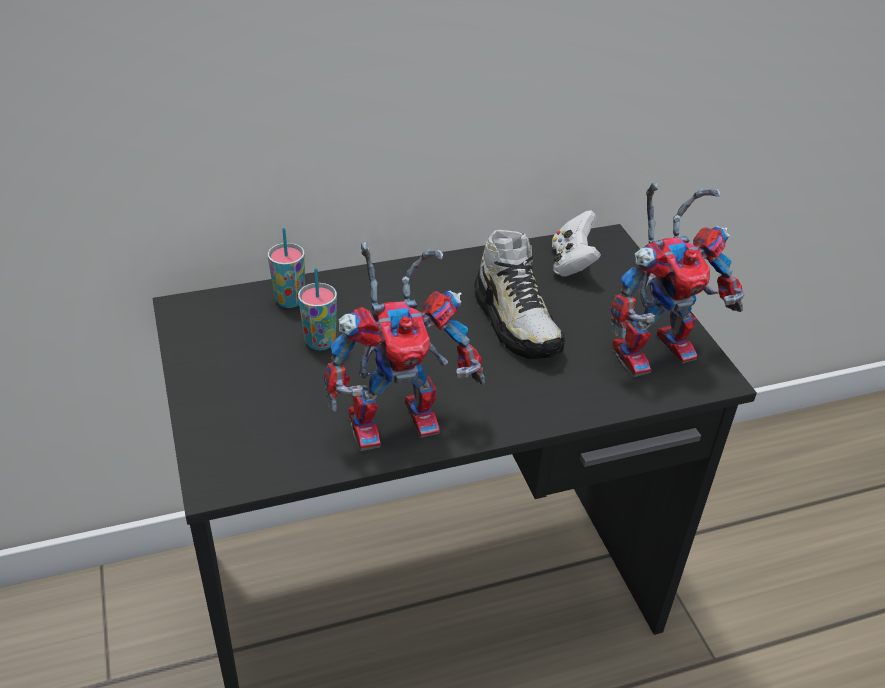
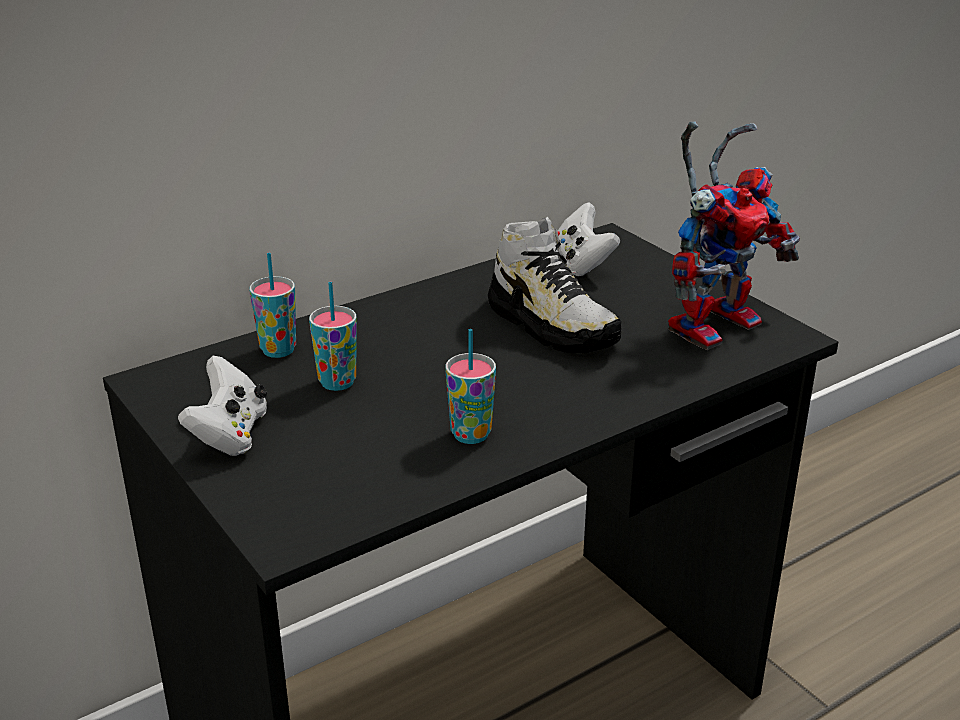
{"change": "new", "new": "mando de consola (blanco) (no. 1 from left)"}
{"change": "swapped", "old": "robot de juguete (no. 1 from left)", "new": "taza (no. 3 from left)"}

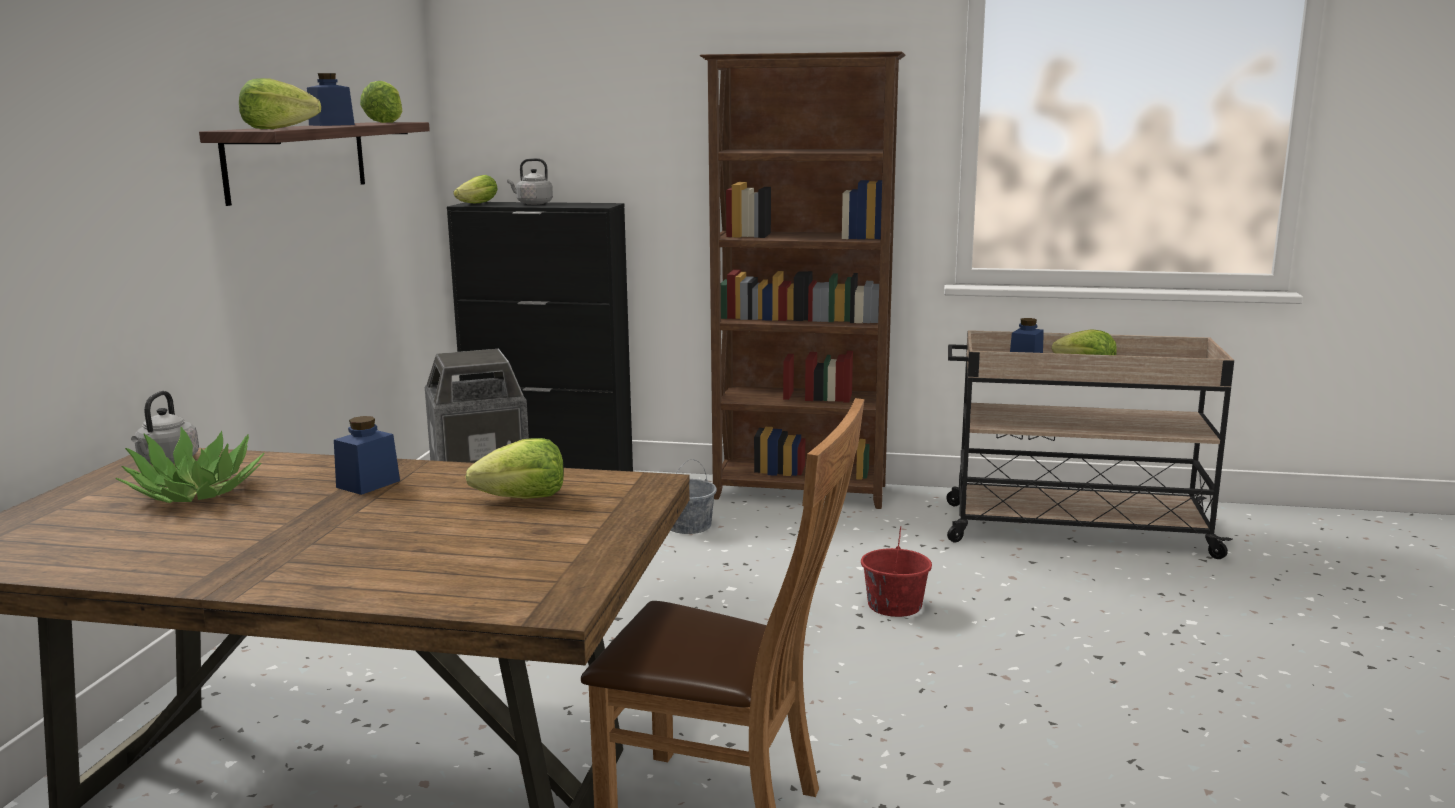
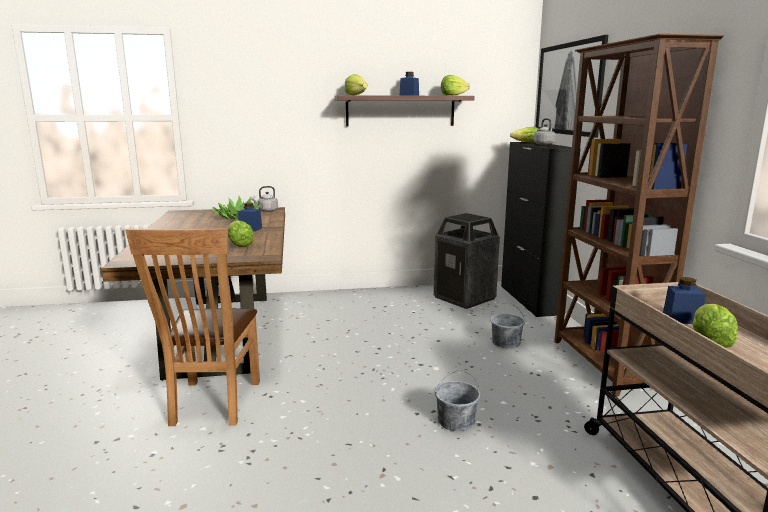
{"change": "new", "new": "cuadro"}
{"change": "repainted", "old": "cubo (rojo)", "new": "cubo (gris) (no. 1 from left)"}

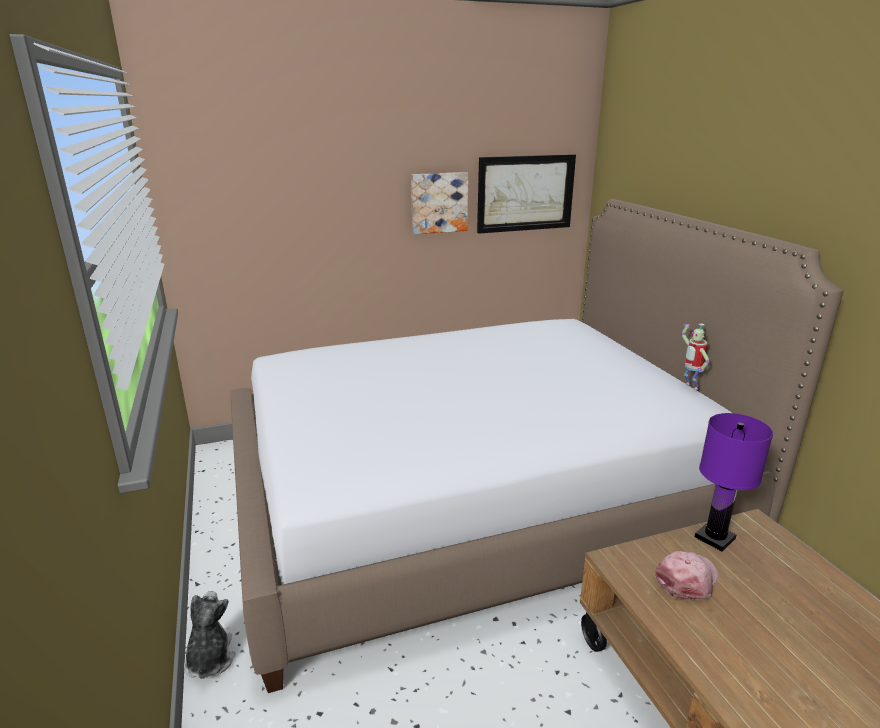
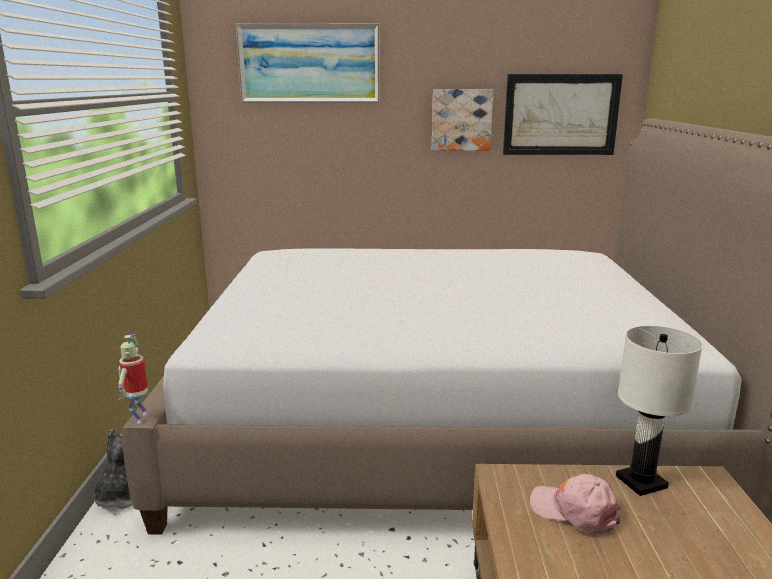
{"change": "new", "new": "cuadro (no. 1 from left)"}
{"change": "shifted", "old": "robot de juguete"}
{"change": "repainted", "old": "lámpara de mesa (morado)", "new": "lámpara de mesa (blanco)"}
{"change": "rotated", "old": "gorra (rosa)", "degrees": -120}

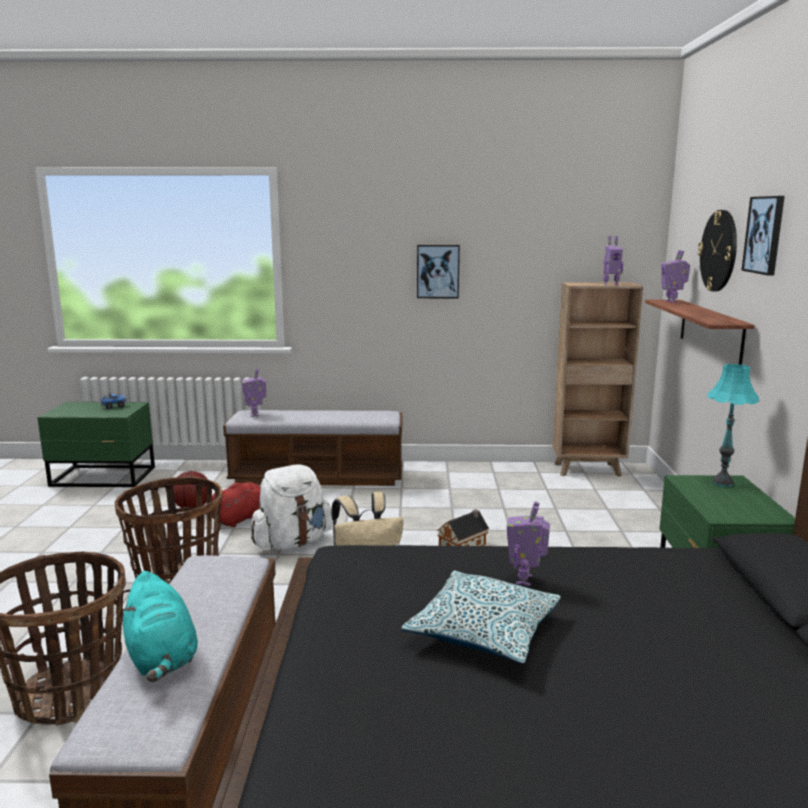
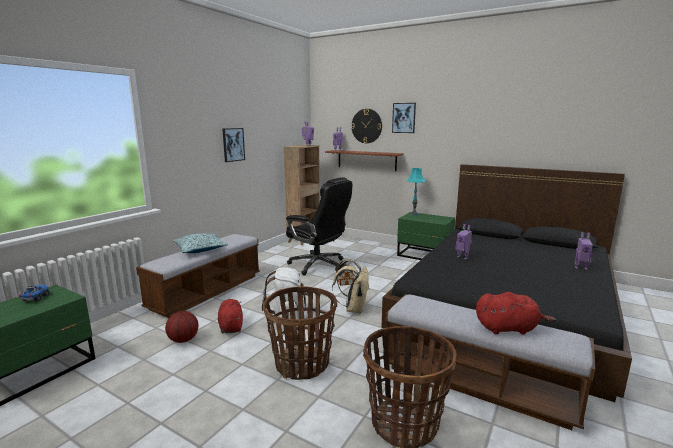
{"change": "new", "new": "silla de oficina (negro)"}
{"change": "shifted", "old": "robot de juguete (no. 1 from left in the first image)", "new": "robot de juguete (no. 4 from left)"}
{"change": "shifted", "old": "cojín"}
{"change": "repainted", "old": "peluche (turquesa)", "new": "peluche (rojo) (no. 2 from left)"}

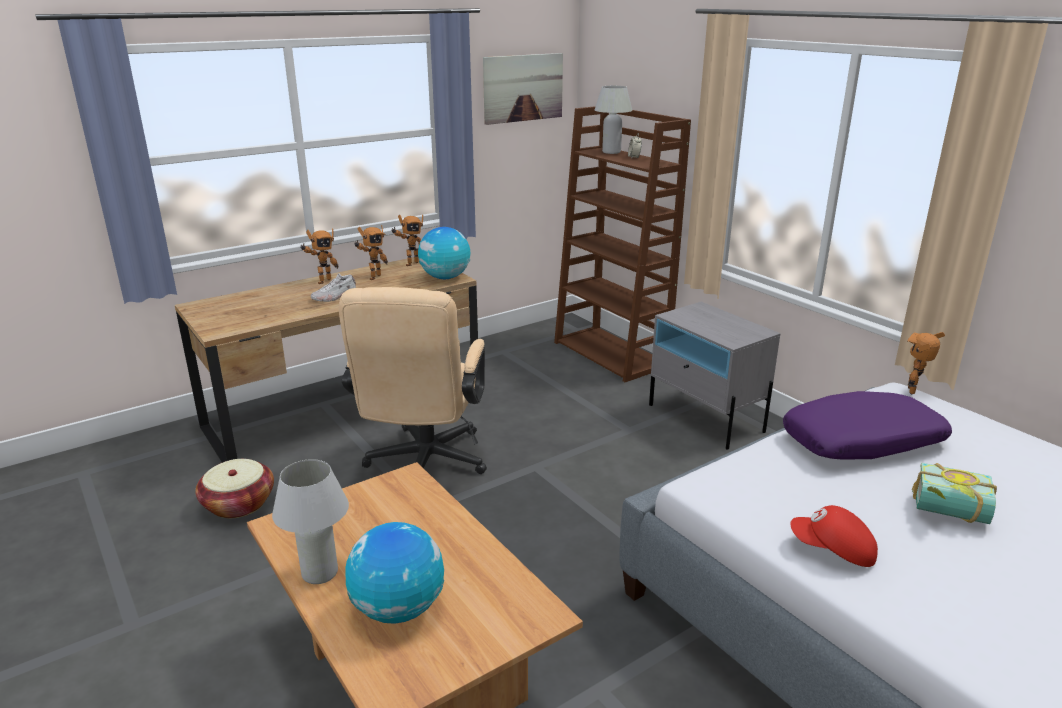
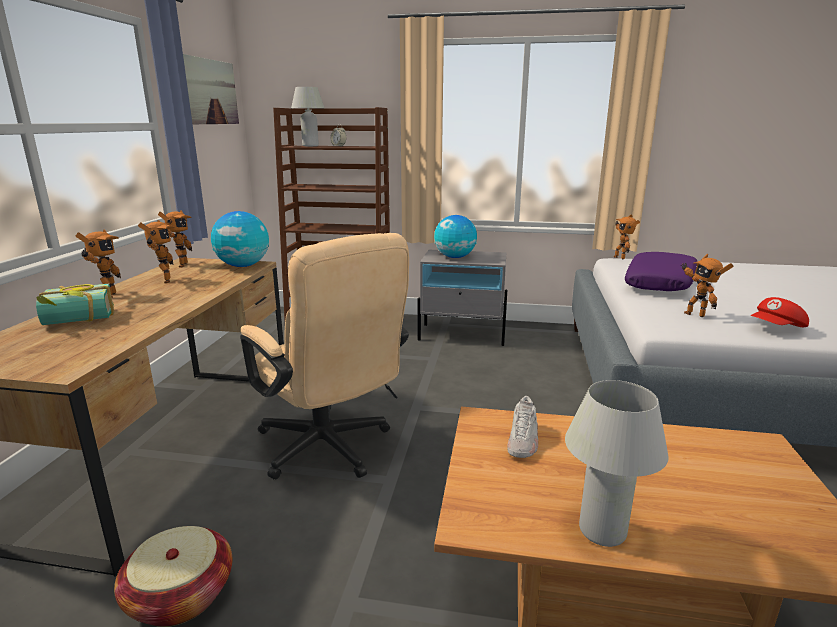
{"change": "new", "new": "robot de juguete (no. 5 from left)"}
{"change": "shifted", "old": "zapato (blanco)"}
{"change": "shifted", "old": "globo terráqueo (no. 1 from left in the first image)", "new": "globo terráqueo (no. 2 from left)"}
{"change": "shifted", "old": "libro"}

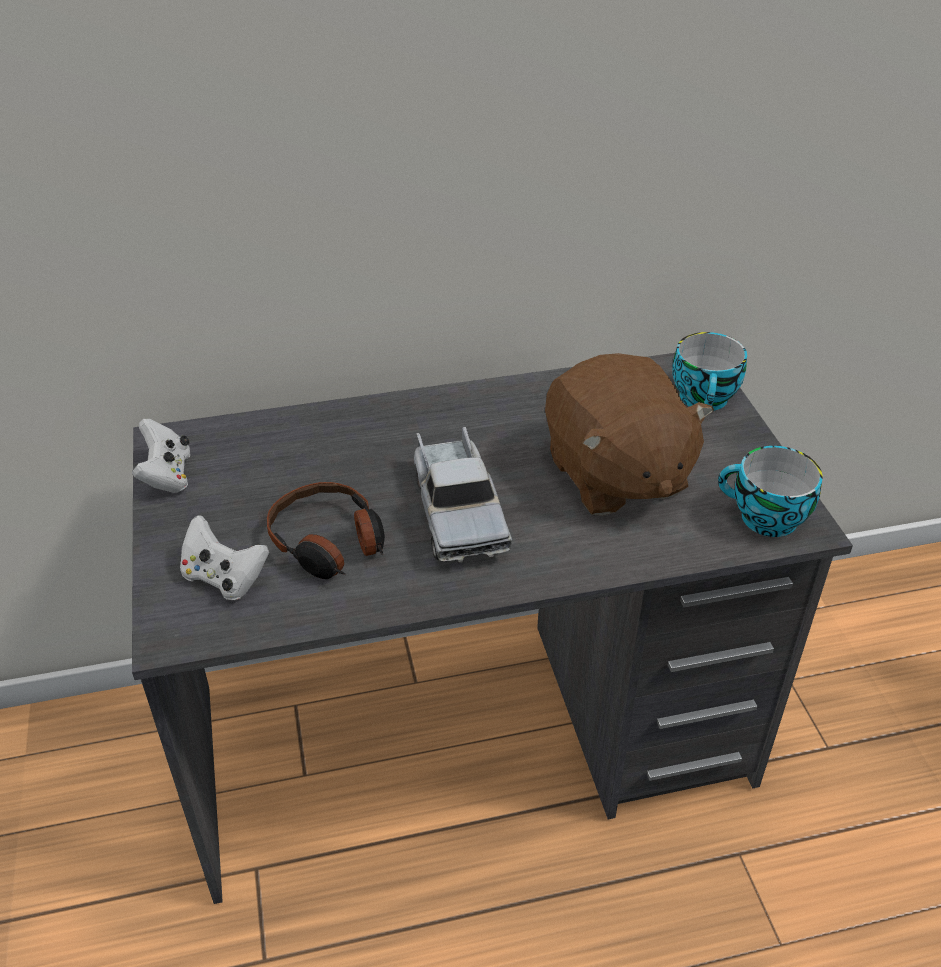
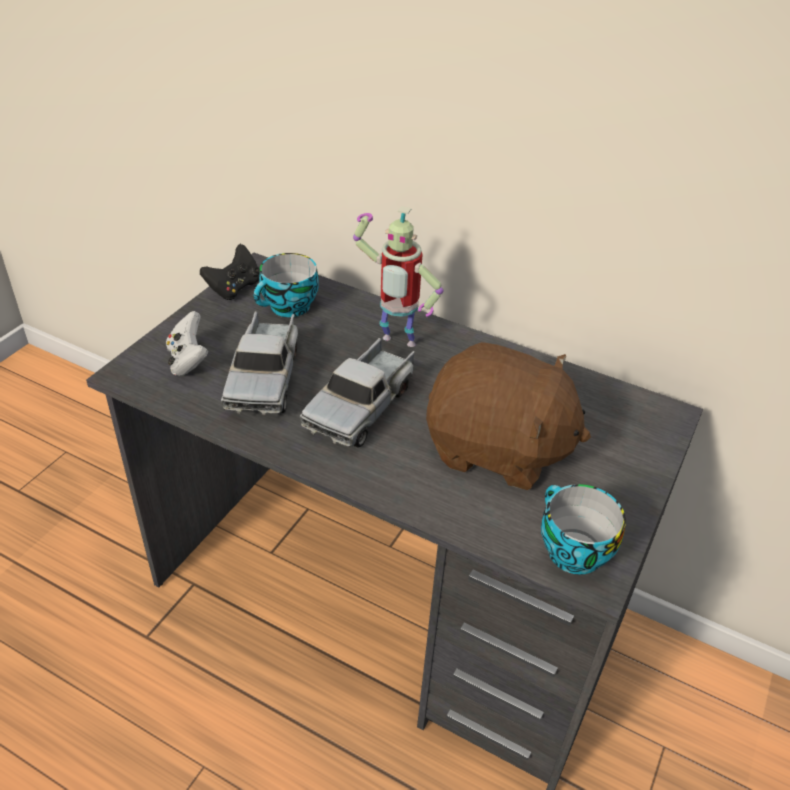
{"change": "new", "new": "robot de juguete"}
{"change": "shifted", "old": "taza (no. 1 from left)"}
{"change": "swapped", "old": "auriculares", "new": "camión de juguete (no. 1 from left)"}
{"change": "repainted", "old": "mando de consola (blanco) (no. 1 from left)", "new": "mando de consola (negro)"}
{"change": "rotated", "old": "peluche (marrón)", "degrees": -90}

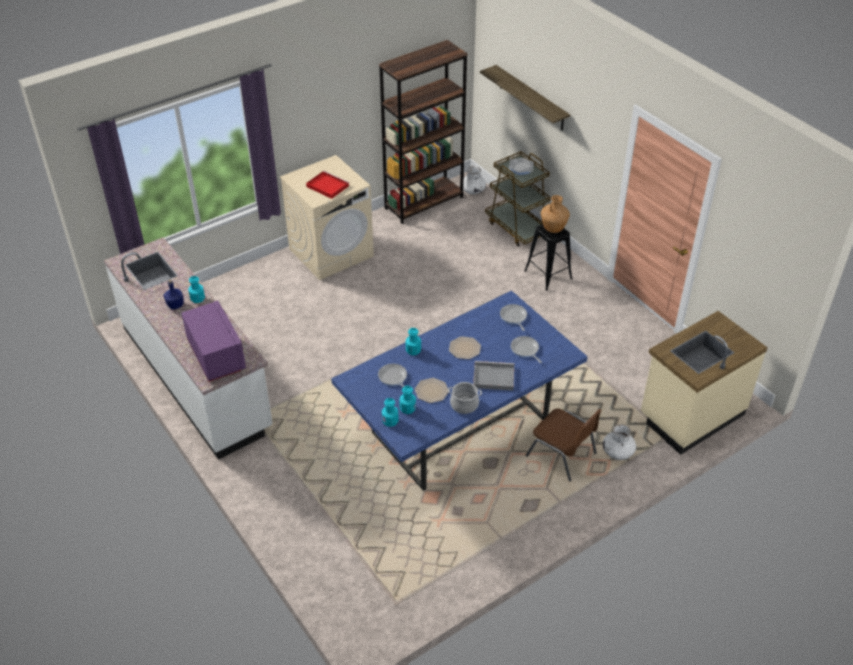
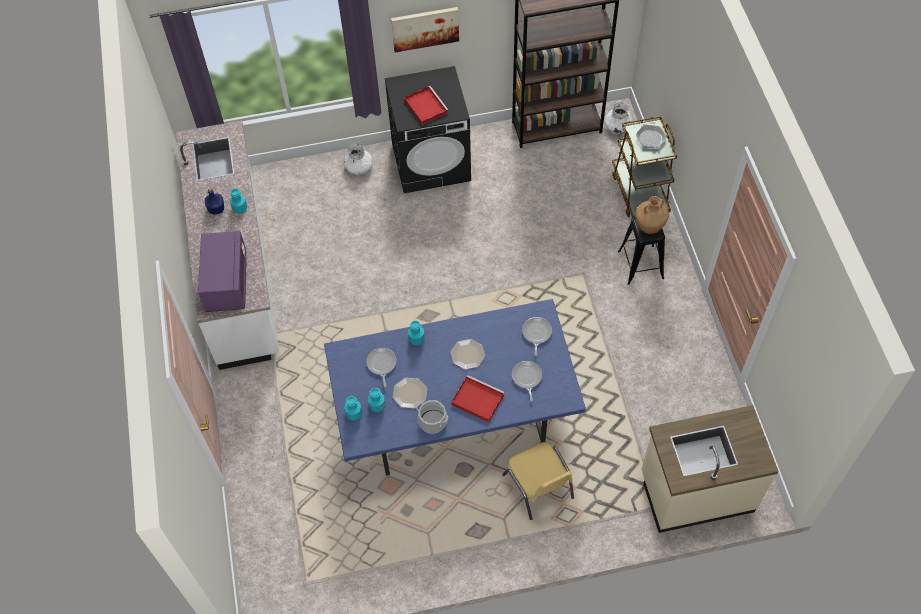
{"change": "gone", "old": "estante"}
{"change": "new", "new": "cuadro"}
{"change": "shifted", "old": "florero (blanco) (no. 2 from left in the first image)", "new": "florero (blanco) (no. 1 from left)"}
{"change": "repainted", "old": "lavadora (beis)", "new": "lavadora (negro)"}
{"change": "repainted", "old": "bandeja (gris)", "new": "bandeja (rojo) (no. 2 from left)"}
{"change": "repainted", "old": "silla (marrón)", "new": "silla (amarillo)"}

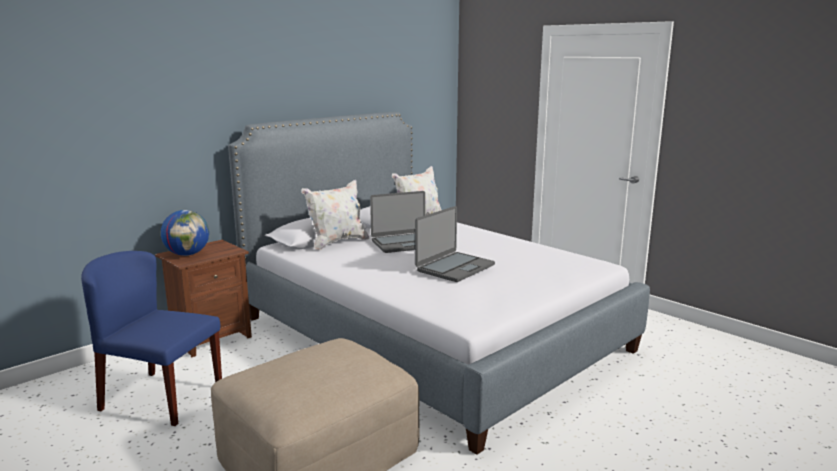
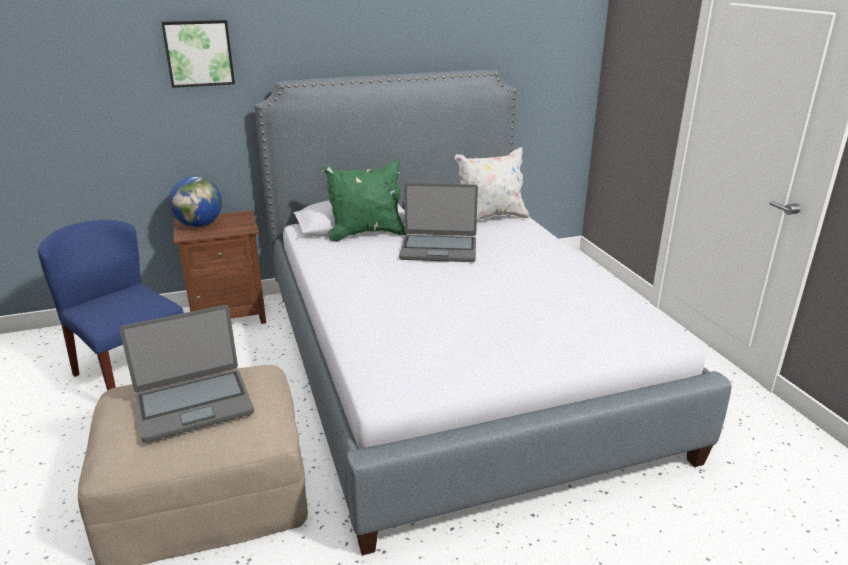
{"change": "new", "new": "cuadro"}
{"change": "shifted", "old": "portátil (no. 2 from left in the first image)", "new": "portátil (no. 1 from left)"}
{"change": "repainted", "old": "cojín (blanco) (no. 1 from left)", "new": "cojín (verde)"}

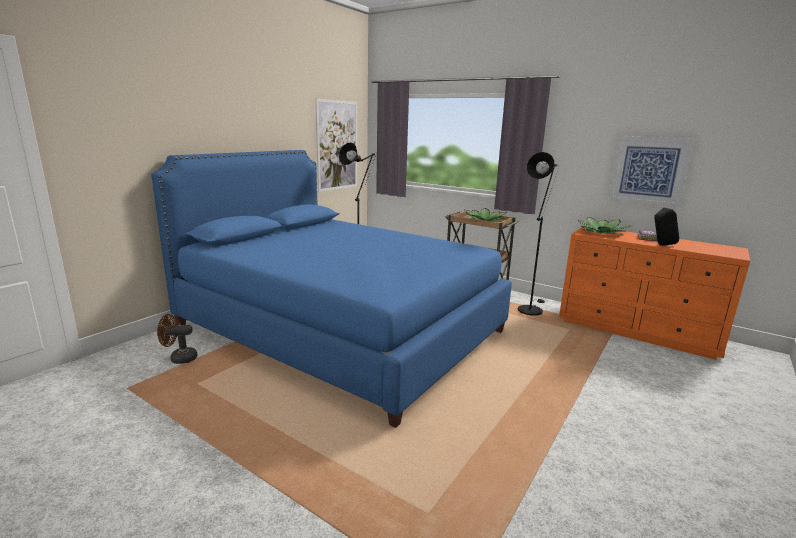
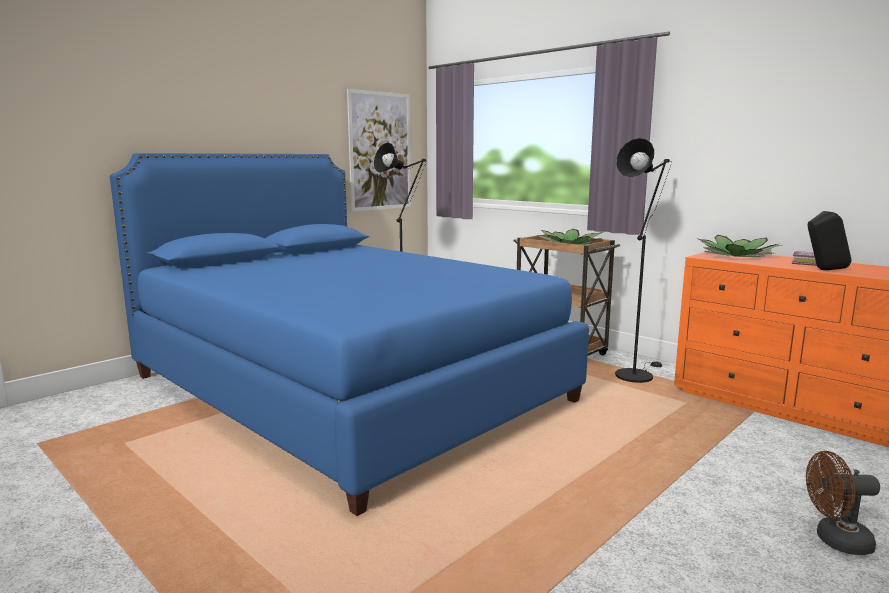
{"change": "gone", "old": "cuadro (no. 2 from left)"}
{"change": "shifted", "old": "ventilador (marrón)"}

